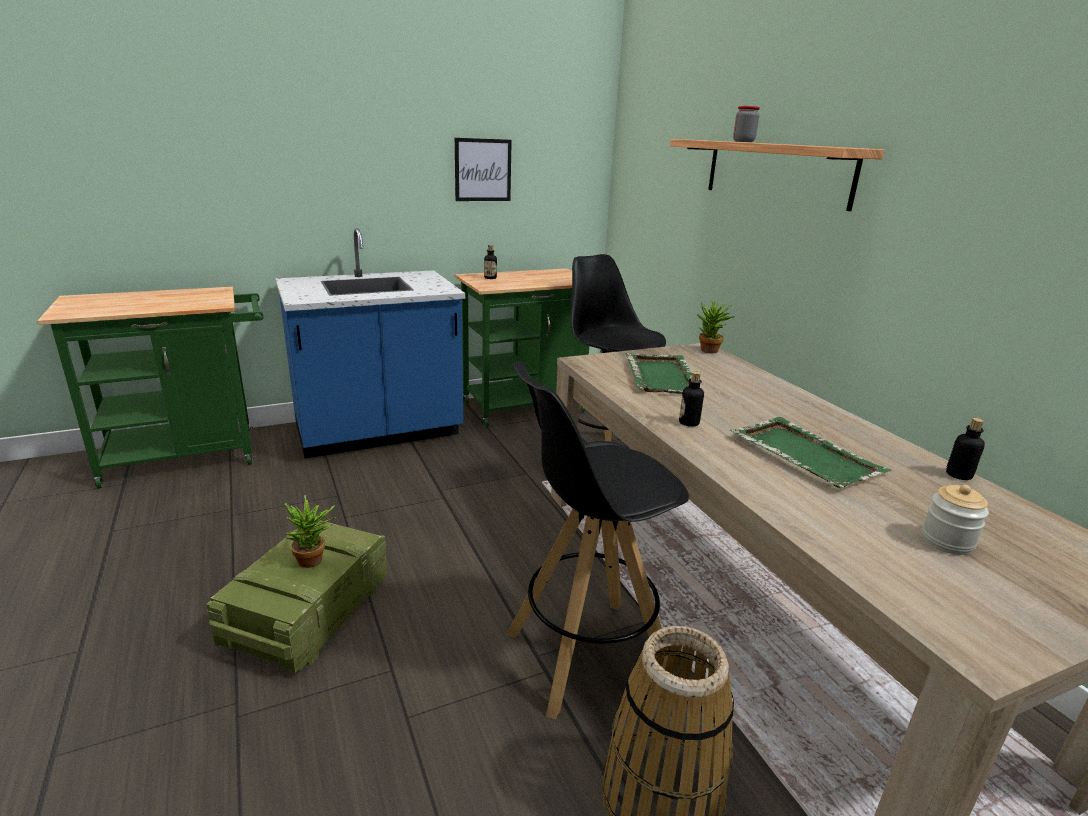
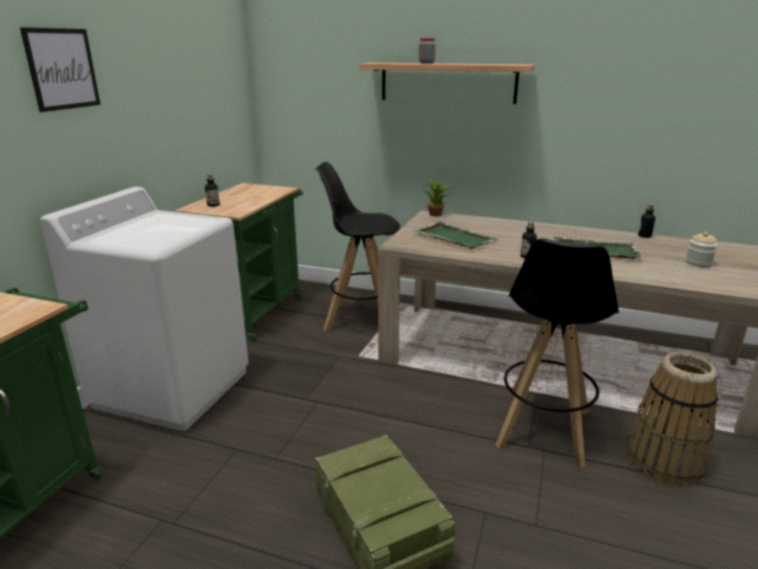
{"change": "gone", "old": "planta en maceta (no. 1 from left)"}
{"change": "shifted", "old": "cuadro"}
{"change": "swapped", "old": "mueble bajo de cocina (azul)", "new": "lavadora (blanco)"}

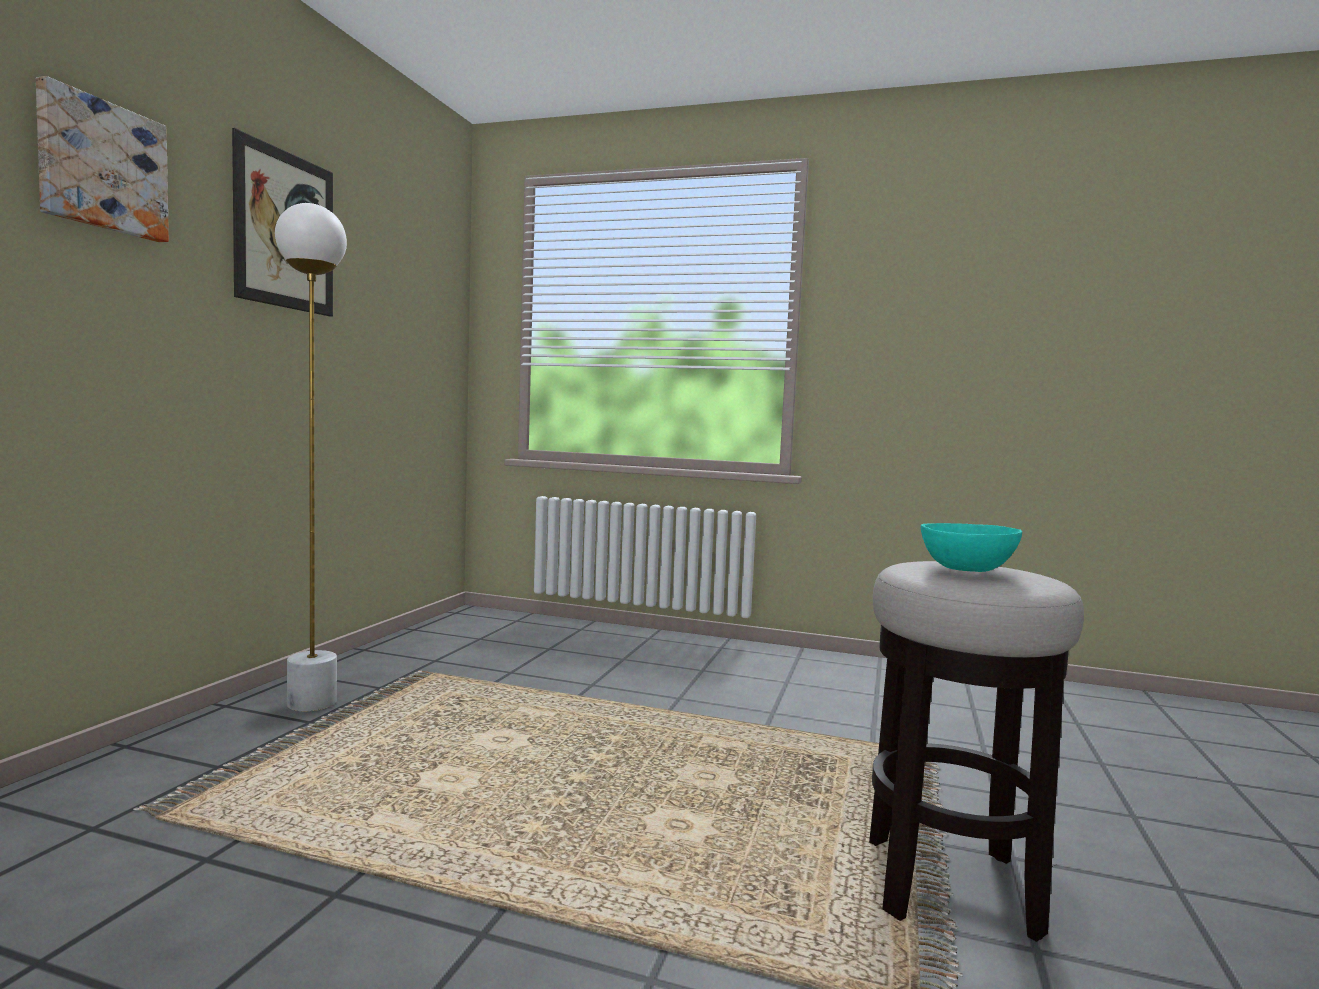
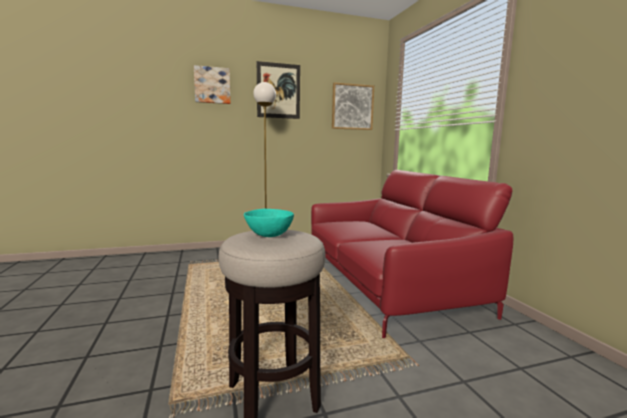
{"change": "new", "new": "sofá (rojo)"}
{"change": "new", "new": "cuadro (no. 3 from left)"}

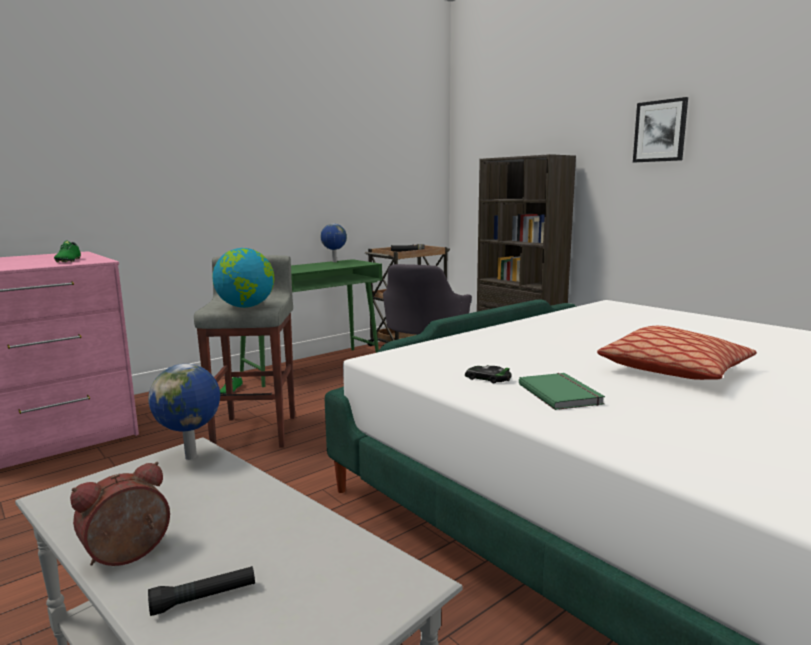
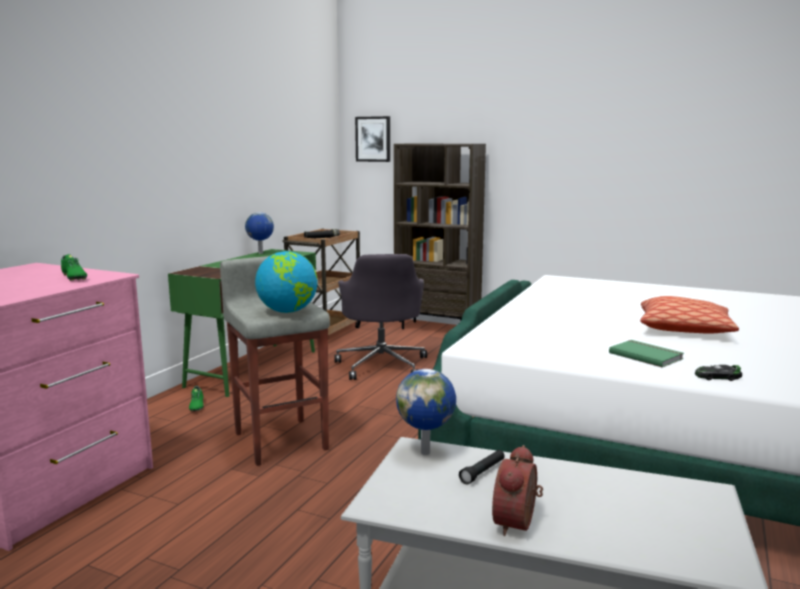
{"change": "shifted", "old": "linterna (negro) (no. 1 from left in the first image)", "new": "linterna (negro) (no. 2 from left)"}
{"change": "shifted", "old": "coche de juguete"}
{"change": "shifted", "old": "cuadro"}

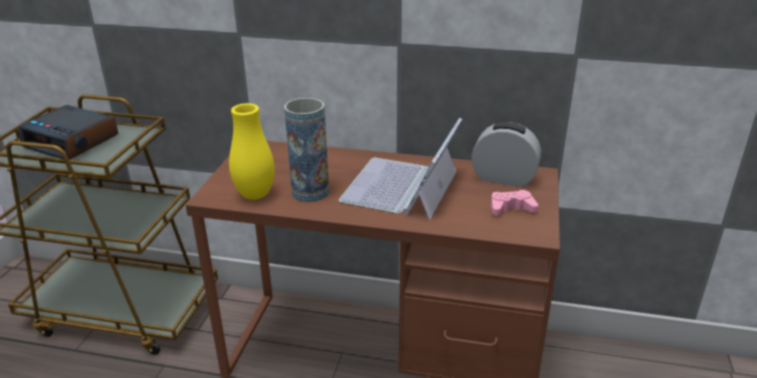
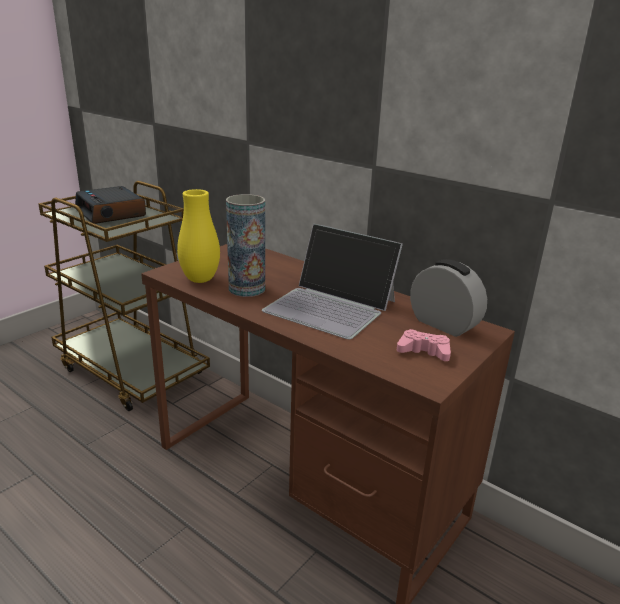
{"change": "rotated", "old": "portátil", "degrees": -105}

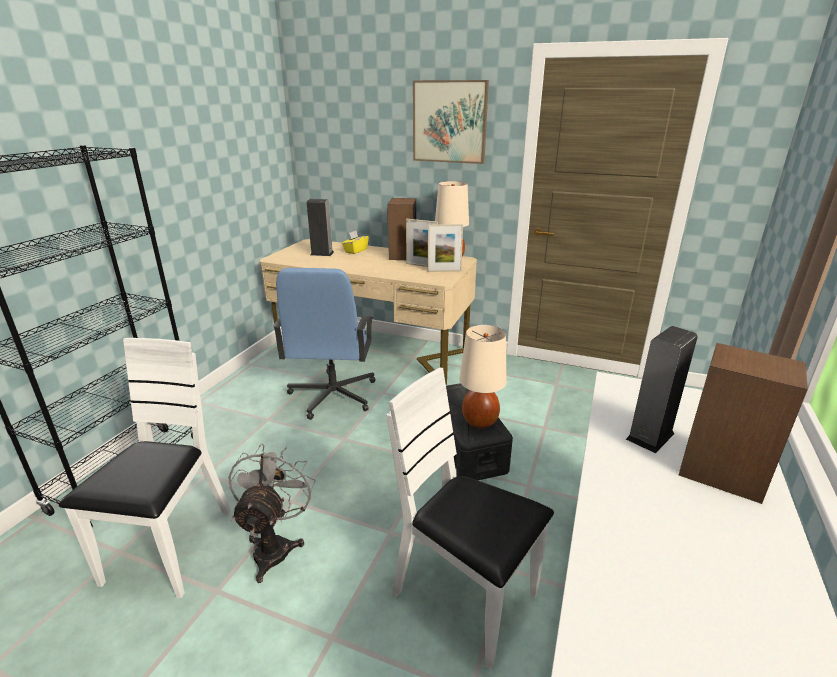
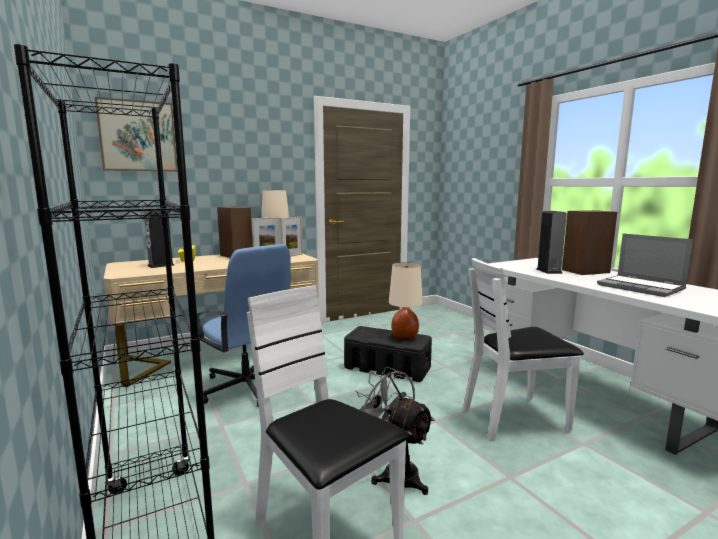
{"change": "new", "new": "portátil"}
{"change": "shifted", "old": "cuadro"}

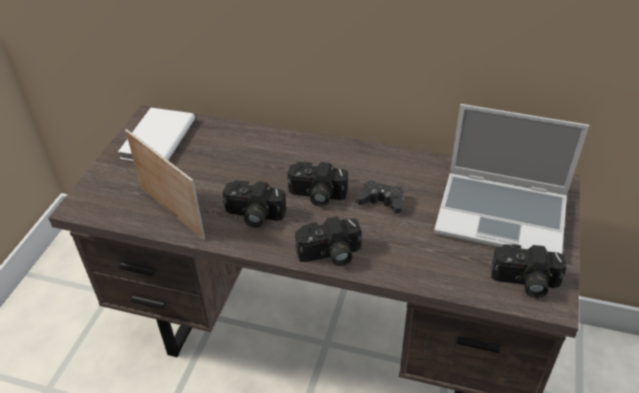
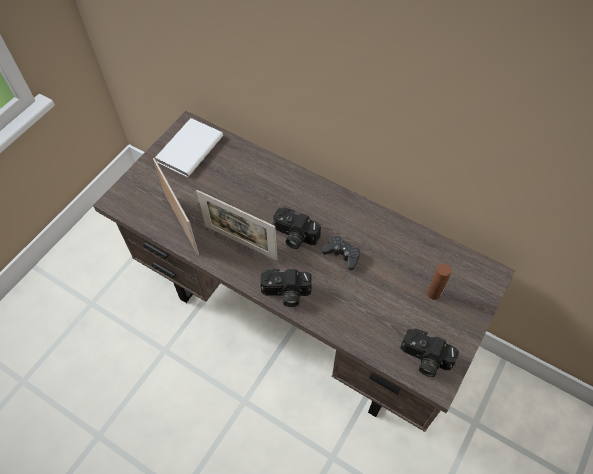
{"change": "swapped", "old": "cámara (no. 1 from left)", "new": "portarretratos (no. 2 from left)"}
{"change": "swapped", "old": "portátil", "new": "botella (marrón)"}

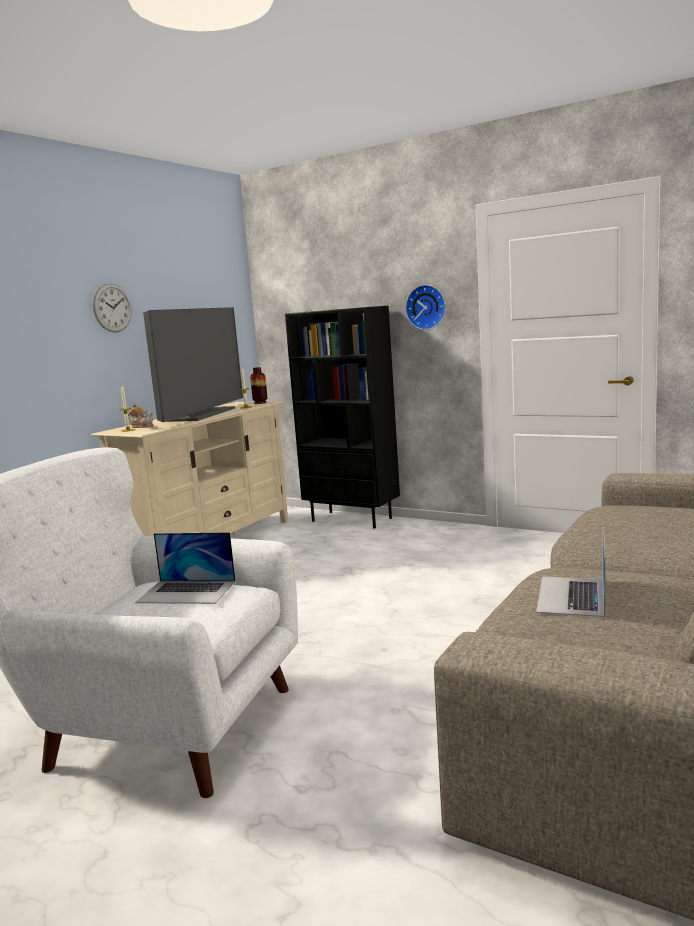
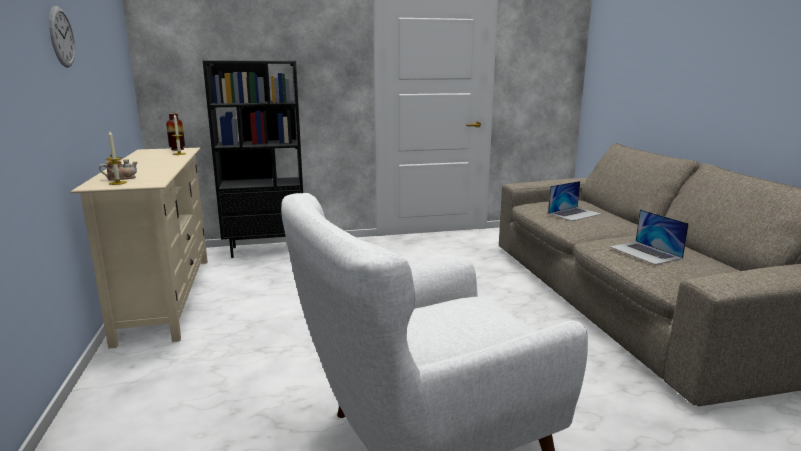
{"change": "gone", "old": "televisor"}
{"change": "gone", "old": "reloj de pared (no. 2 from left)"}
{"change": "shifted", "old": "portátil (no. 1 from left)"}

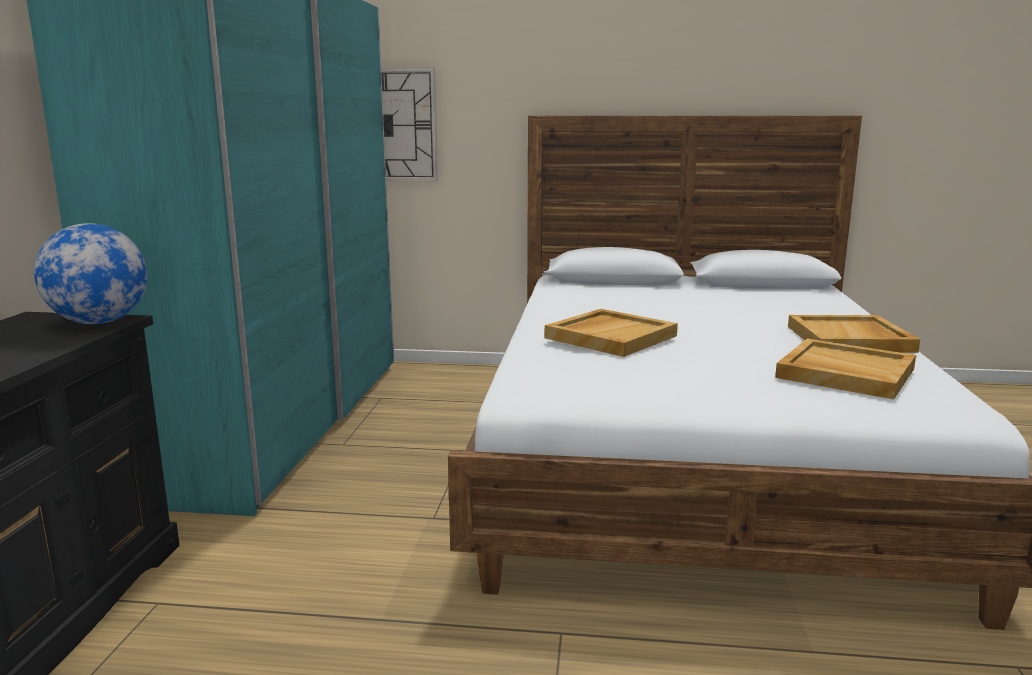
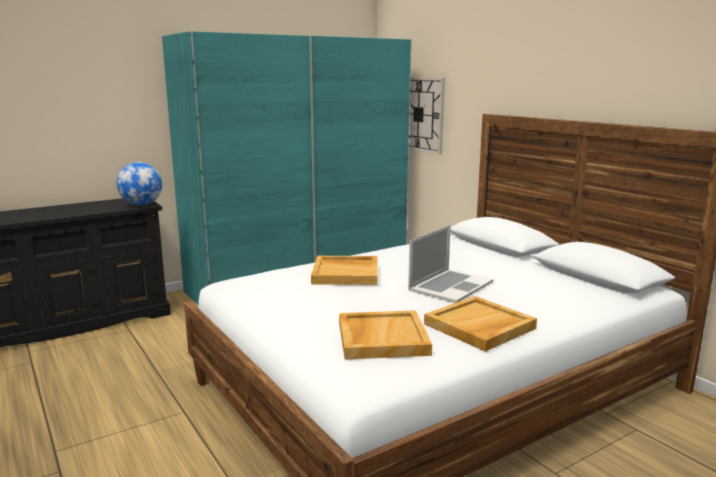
{"change": "new", "new": "portátil"}

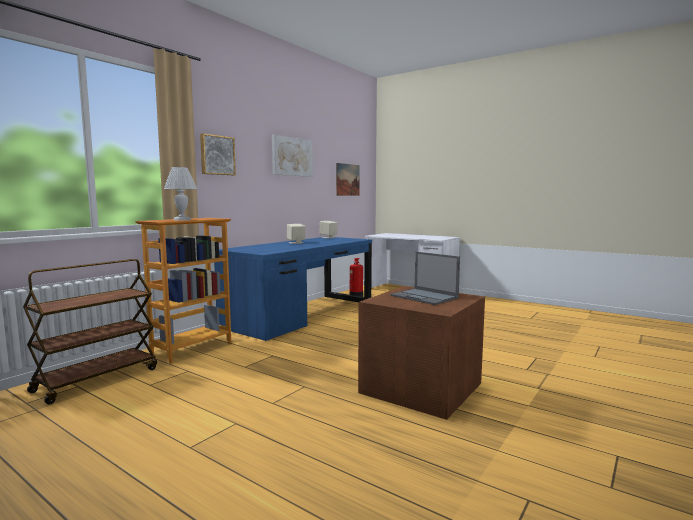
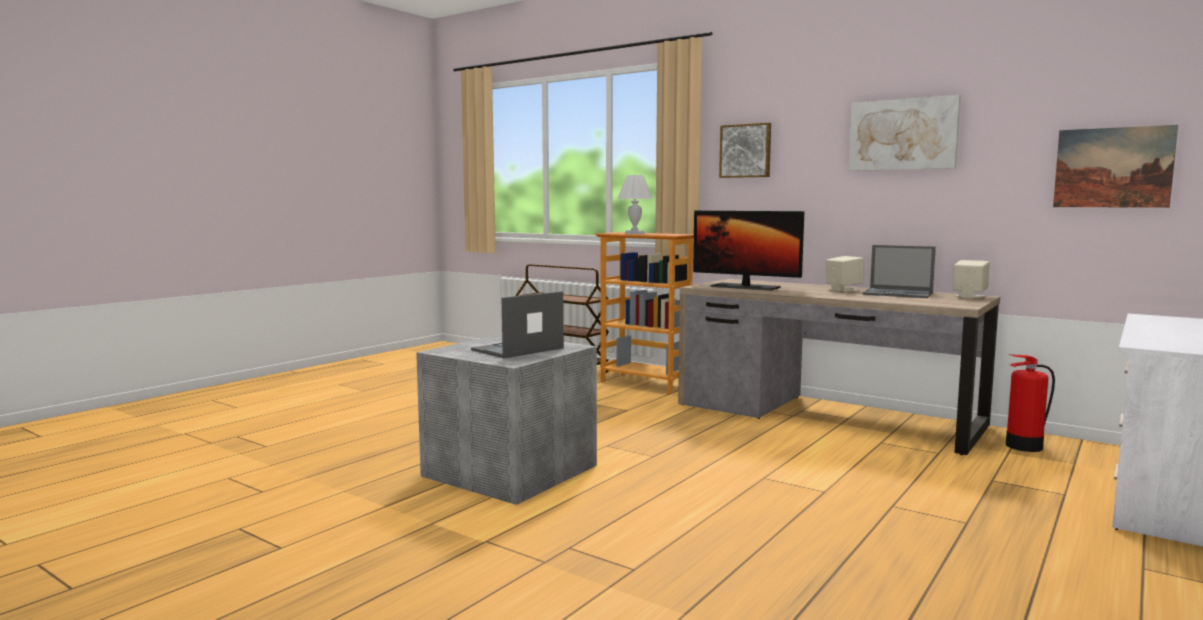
{"change": "new", "new": "monitor"}
{"change": "new", "new": "portátil (no. 2 from left)"}
{"change": "repainted", "old": "escritorio (azul)", "new": "escritorio (marrón)"}
{"change": "repainted", "old": "caja de almacenaje (marrón)", "new": "caja de almacenaje (gris)"}

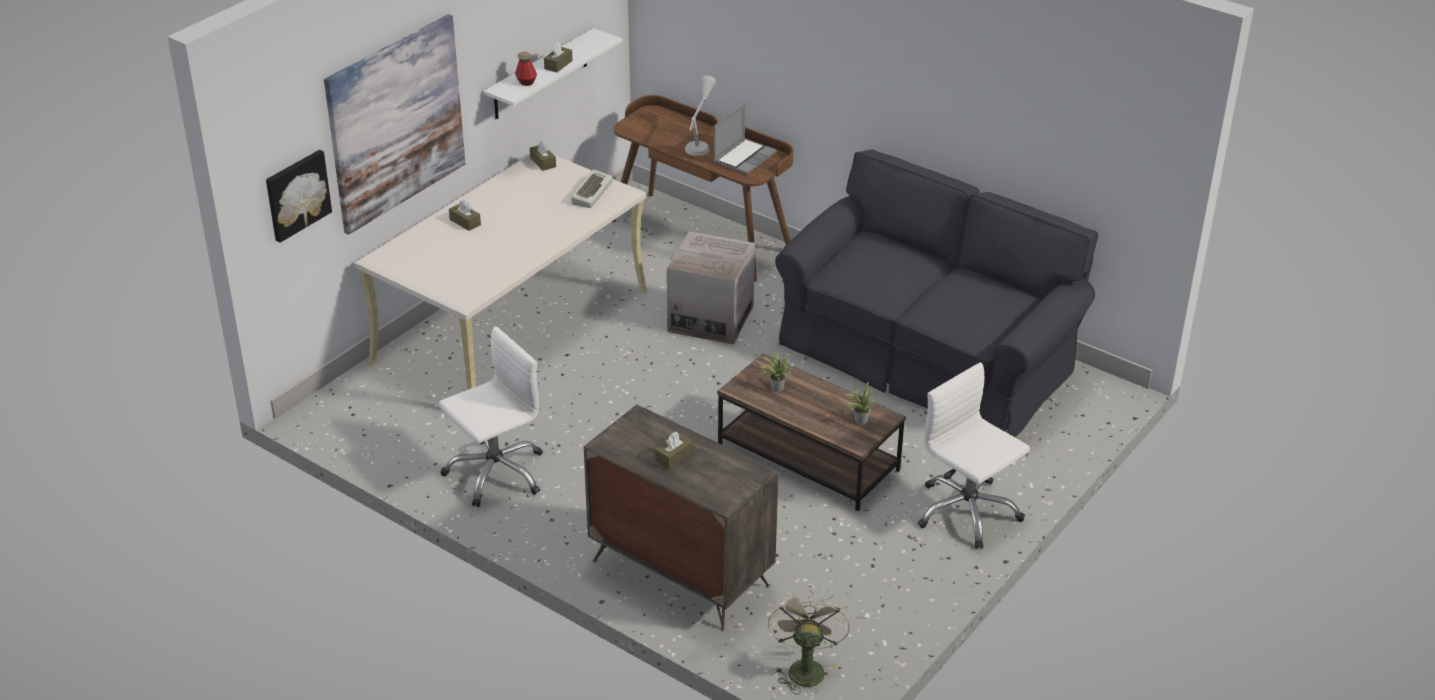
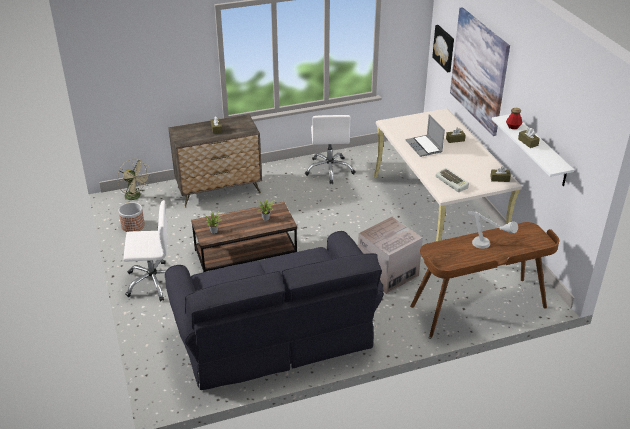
{"change": "new", "new": "maceta"}
{"change": "shifted", "old": "portátil"}

